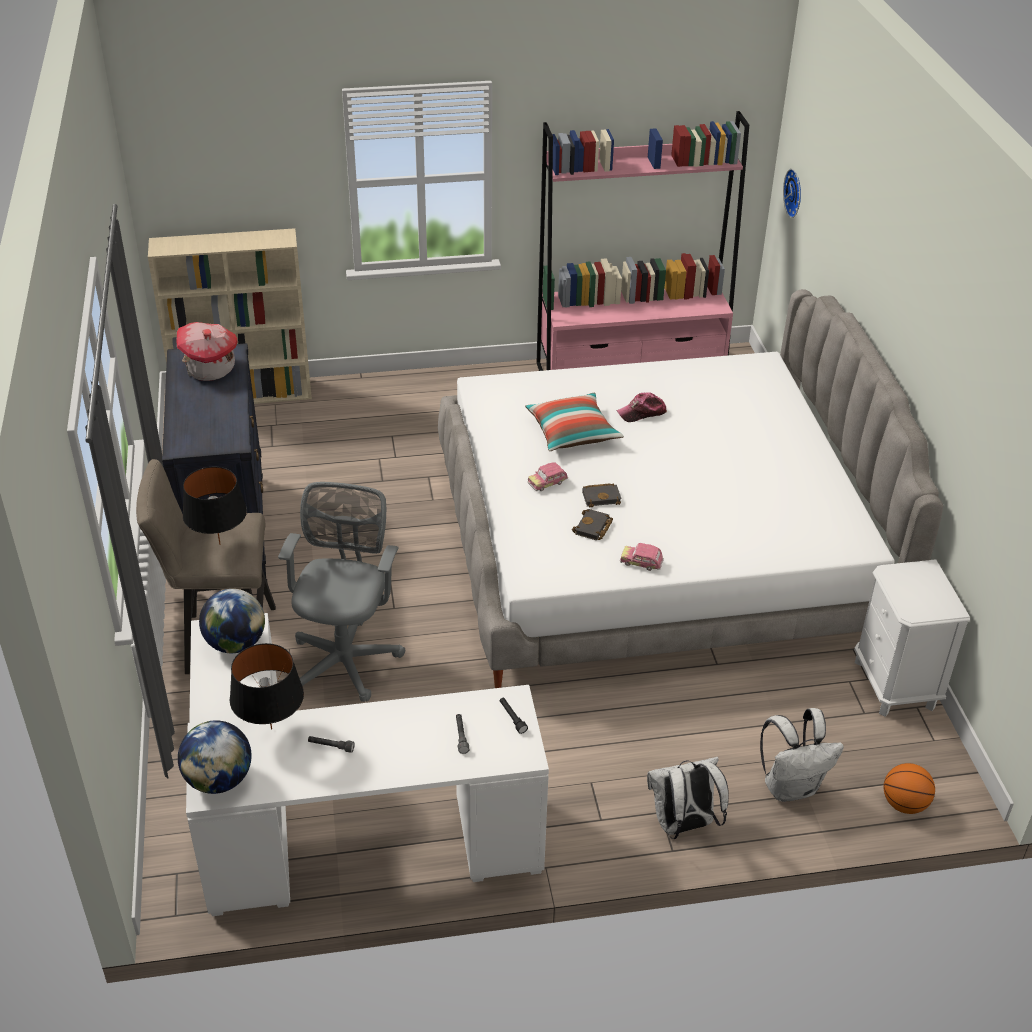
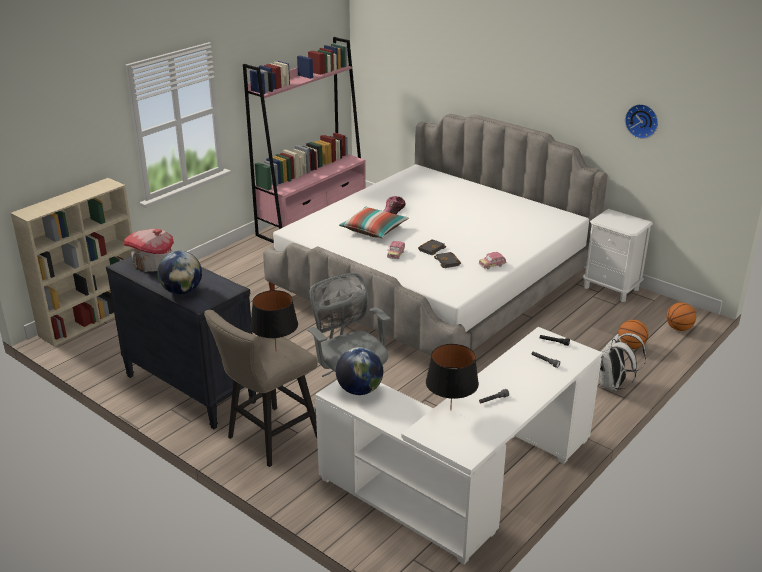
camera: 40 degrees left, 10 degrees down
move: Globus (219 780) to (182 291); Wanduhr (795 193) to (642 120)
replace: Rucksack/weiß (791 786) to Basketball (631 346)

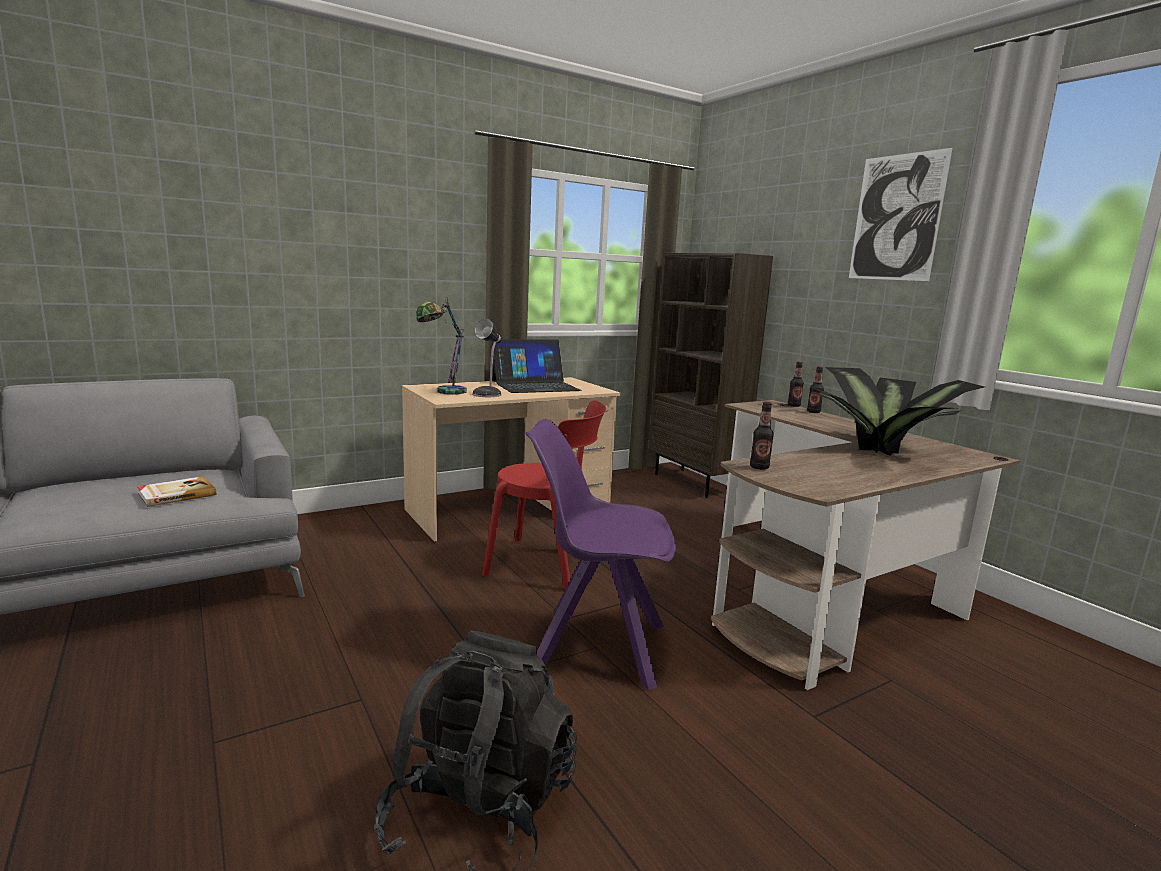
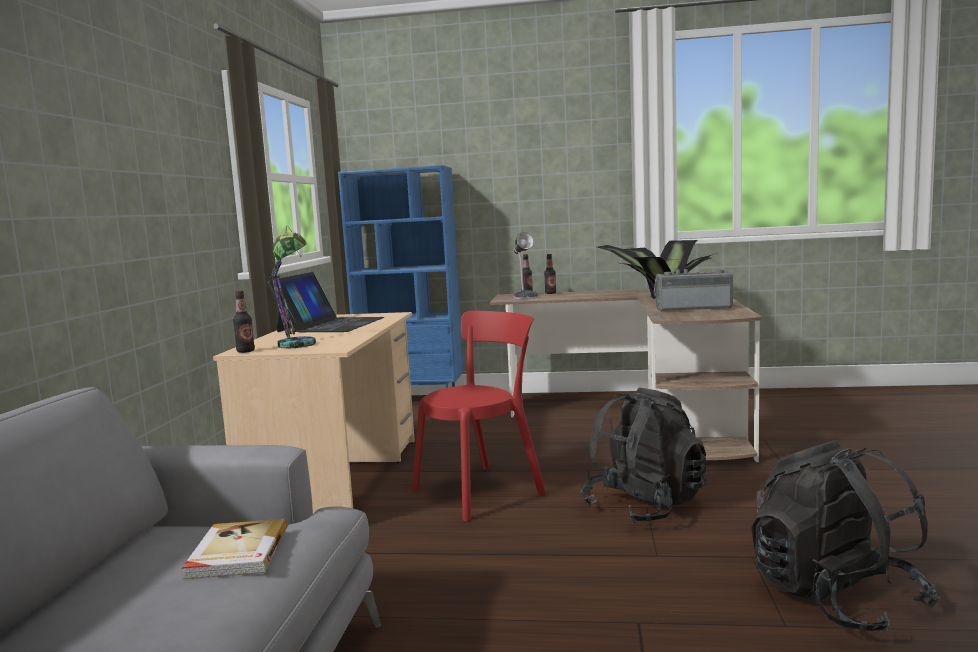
camera: 50 degrees left, 5 degrees down
delete: Bild (896 218)
insert: Radio (693 308)
move: Tischlampe (488 394) to (525 297); Flasche (759 467) to (245 351)
replace: Stuhl/lila (595 646) to Rucksack/schwarz (644 506)
recolor: Bücherregal/braun (695 483) to Bücherregal/blau (413 401)

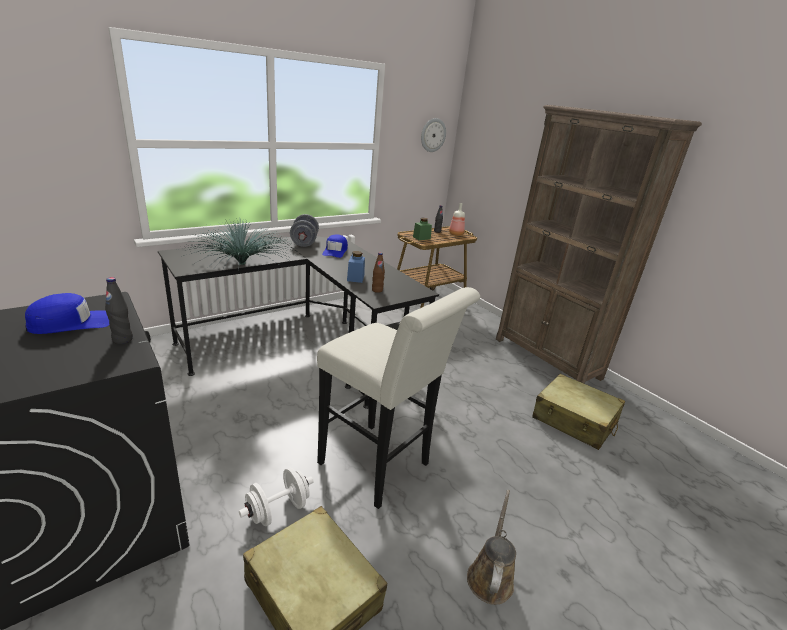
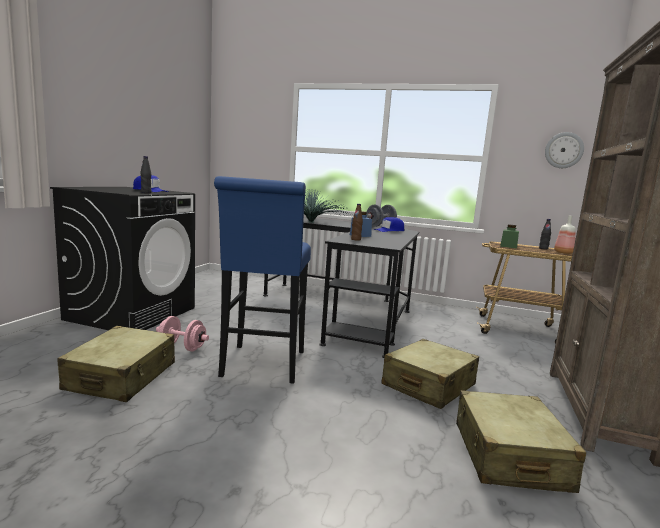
camera: 55 degrees right, 15 degrees down
delete: Gießkanne/braun (490 576)
insert: Koffer/beige (428 385)
recolor: Hantel/weiß (278 510) to Hantel/rosa (182 347); Hocker/weiß (380 467) to Hocker/blau (262 367)

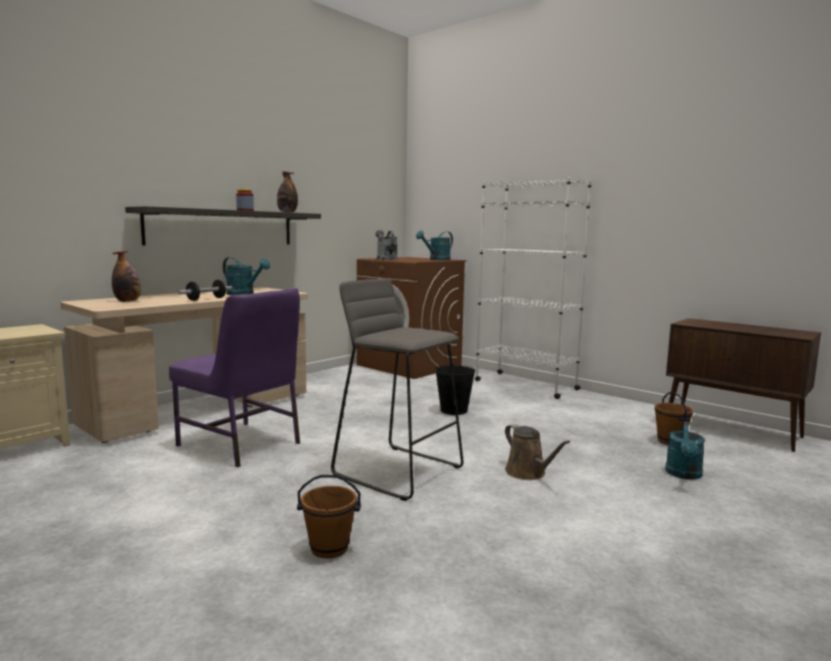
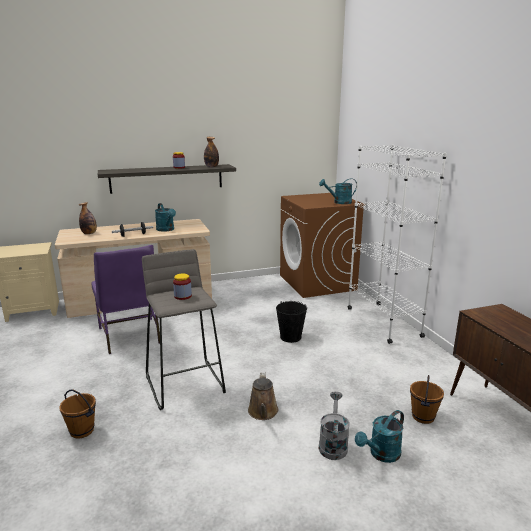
camera: 30 degrees right, 10 degrees up
insert: Vorratsglas (183 296)
move: Gießkanne/grau (385 259) to (333 444)

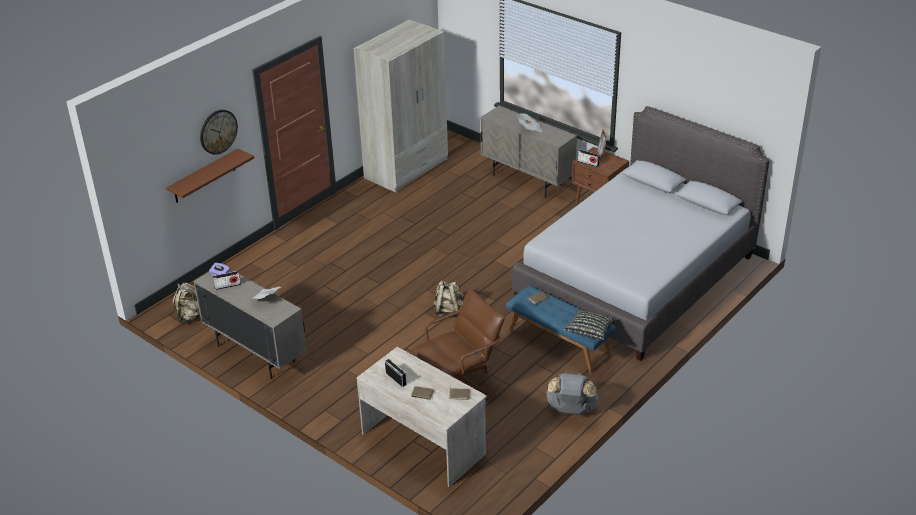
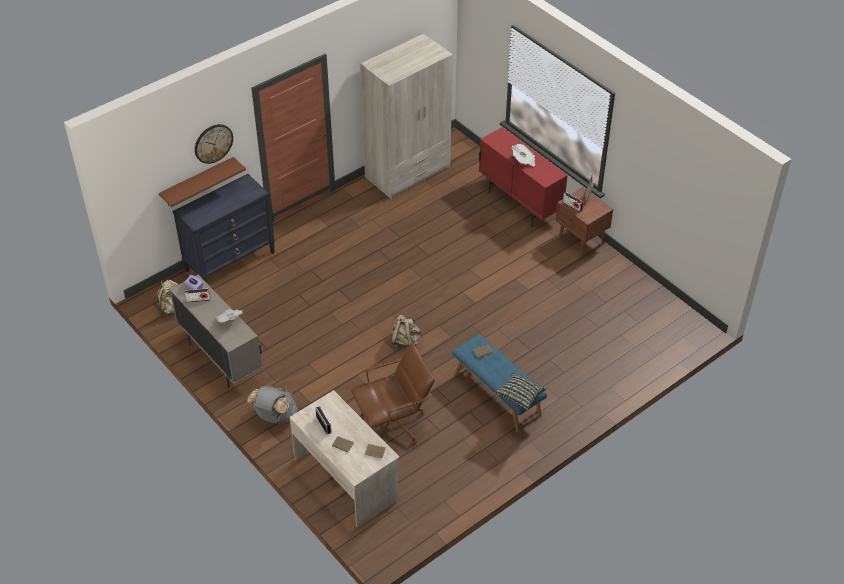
camera: 10 degrees right, 10 degrees up
delete: Bett/grau (636 278)
insert: Kommode/schwarz (230 261)
move: Rucksack/grau (571 410) to (275 416)
recolor: Schrank/beige (527 180) to Schrank/rot (519 204)

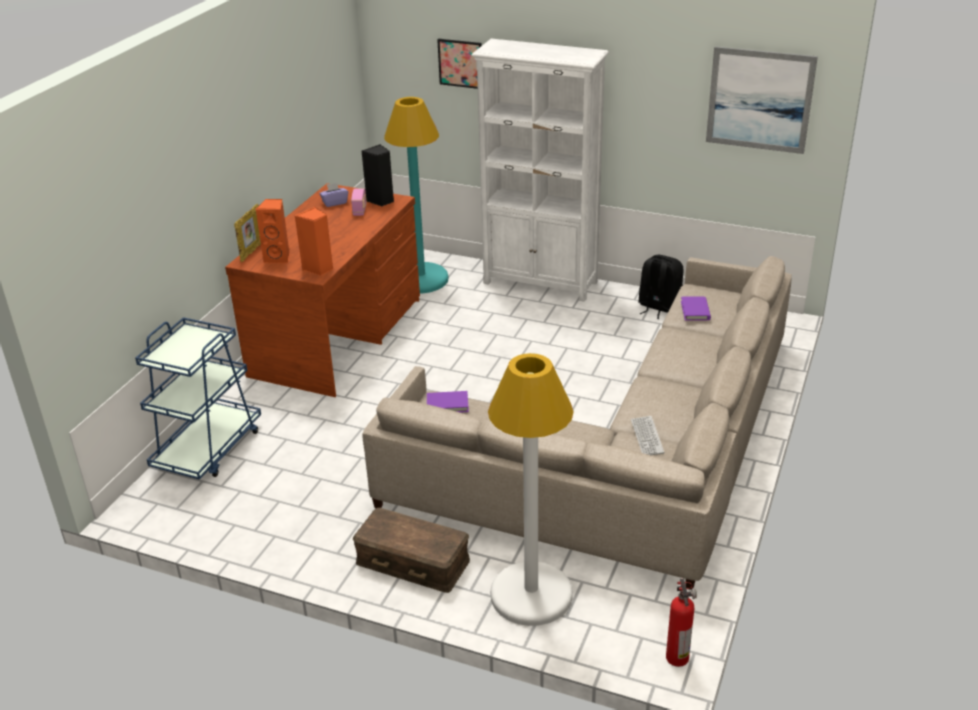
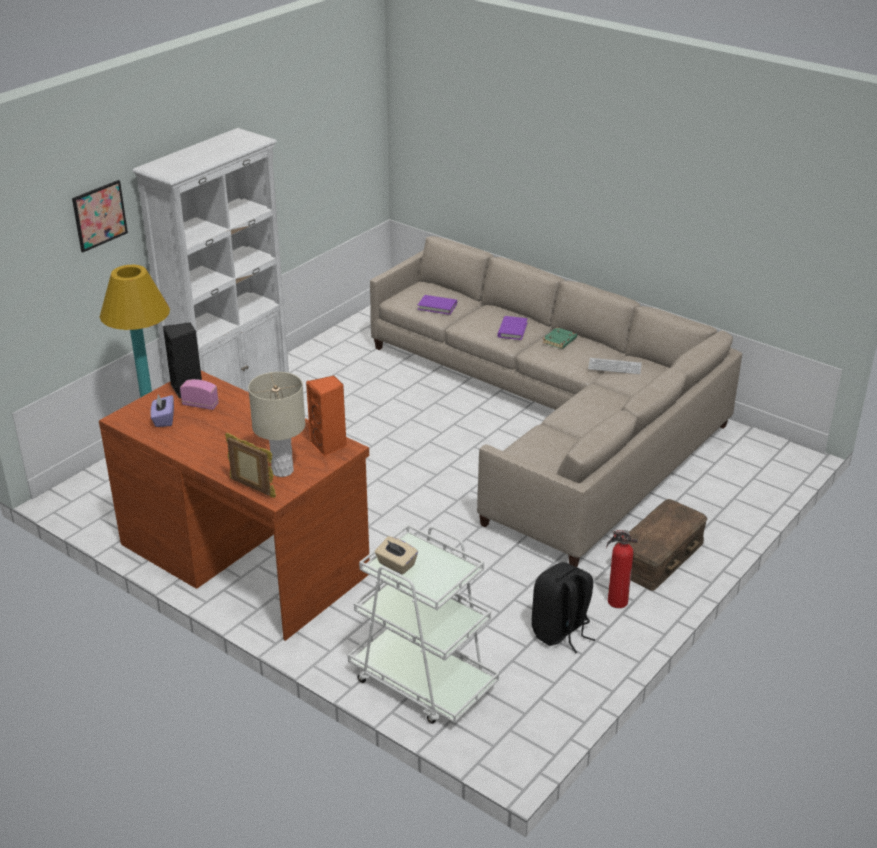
camera: 75 degrees left, 0 degrees up
delete: Stehlampe/weiß (531 594); Bild (759 100)
insert: Taschentuchbox/beige (396 565); Buch/grün (559 341)
move: Buch/lila (447 404) to (512 330); Rucksack/schwarz (658 307) to (561 632); Feuerlöscher (677 656) to (616 601)
replace: Lautsprecher/orange (279 258) to Tischlampe/beige (282 470)
recolor: Rollwagen/blau (208 449) to Rollwagen/weiß (422 681)

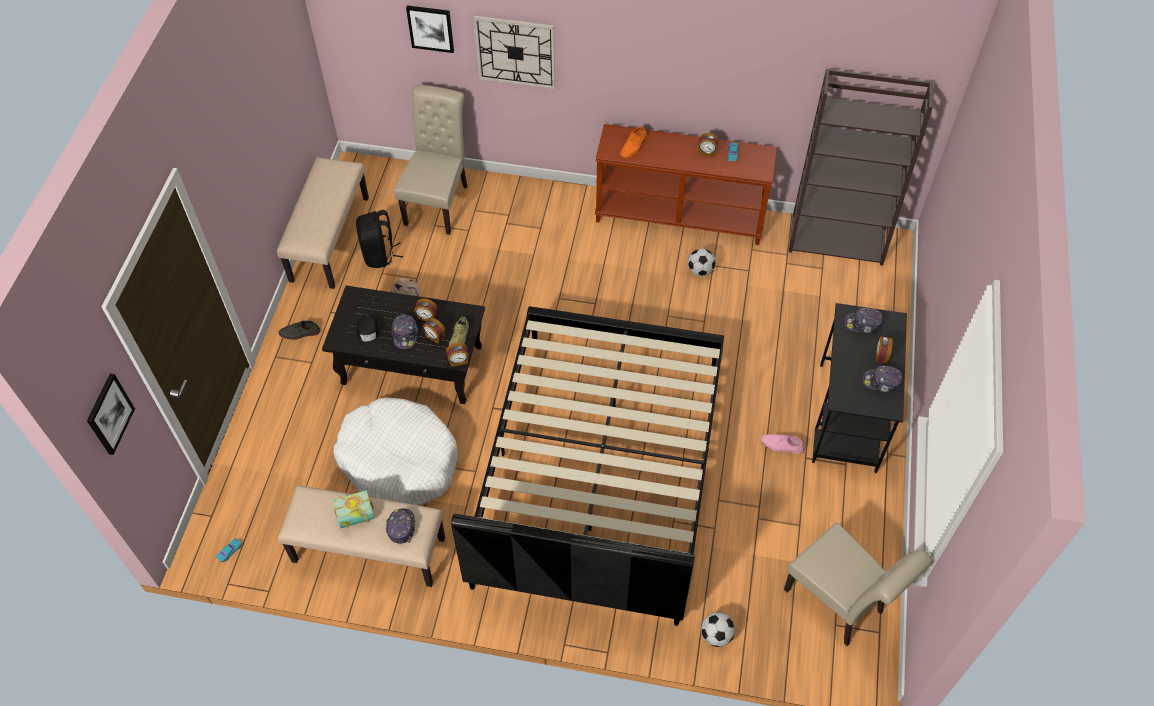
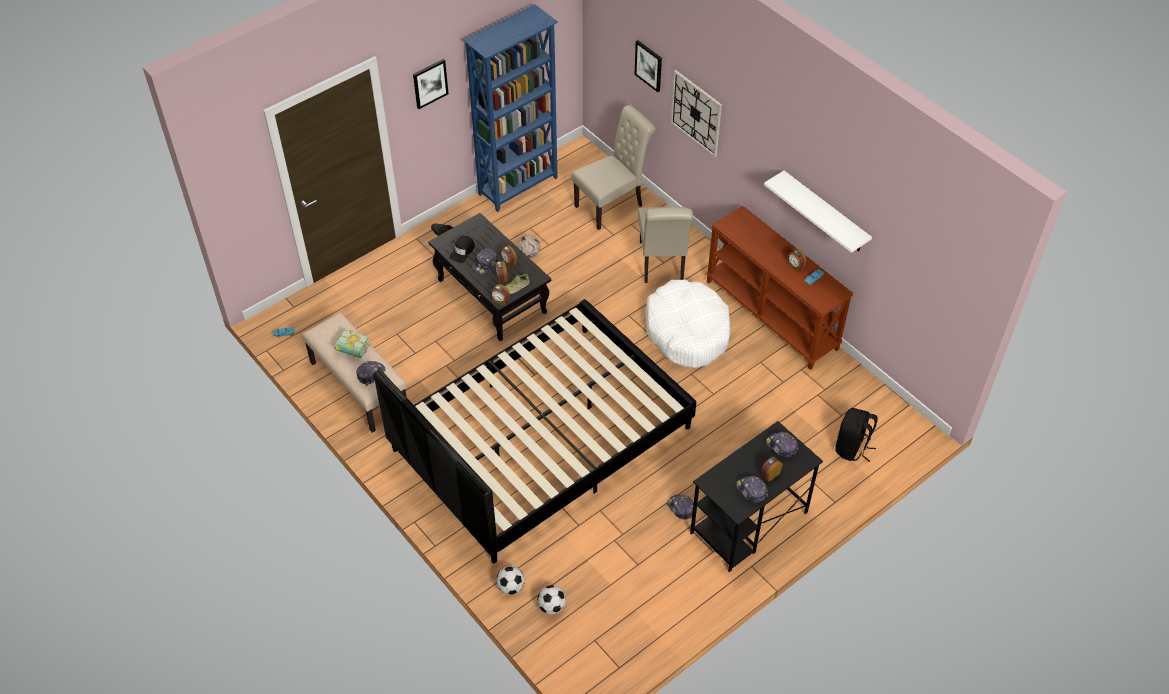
camera: 40 degrees right, 5 degrees down
delete: Schuh/orange (633 146); Bücherregal/braun (838 239)
insert: Wandregal/weiß (825 213)
move: Bild (109 414) to (430 83); Hundebett/weiß (399 459) to (687 331); Rucksack/schwarz (379 255) to (852 448); Fußball (700 271) to (551 606); Stuhl/beige (839 604) to (662 264)
replace: Bank/beige (329 238) to Bücherregal/blau (519 186); Schuh/rosa (782 445) to Kappe (681 508)

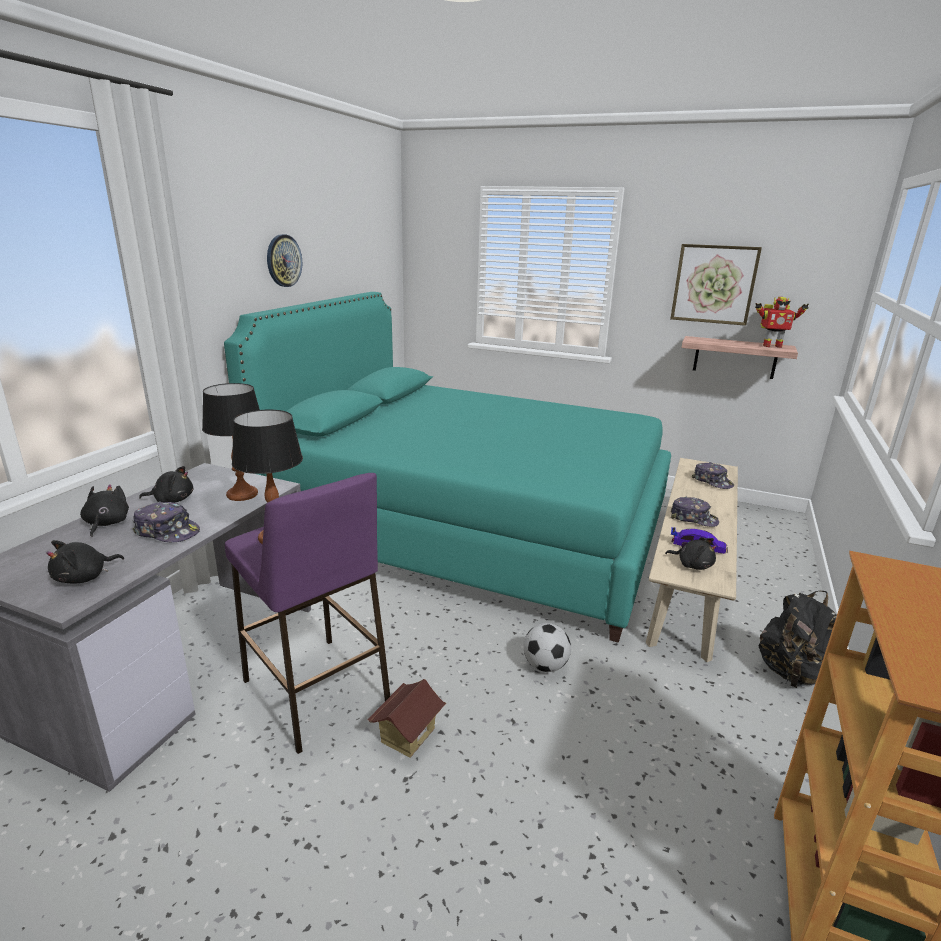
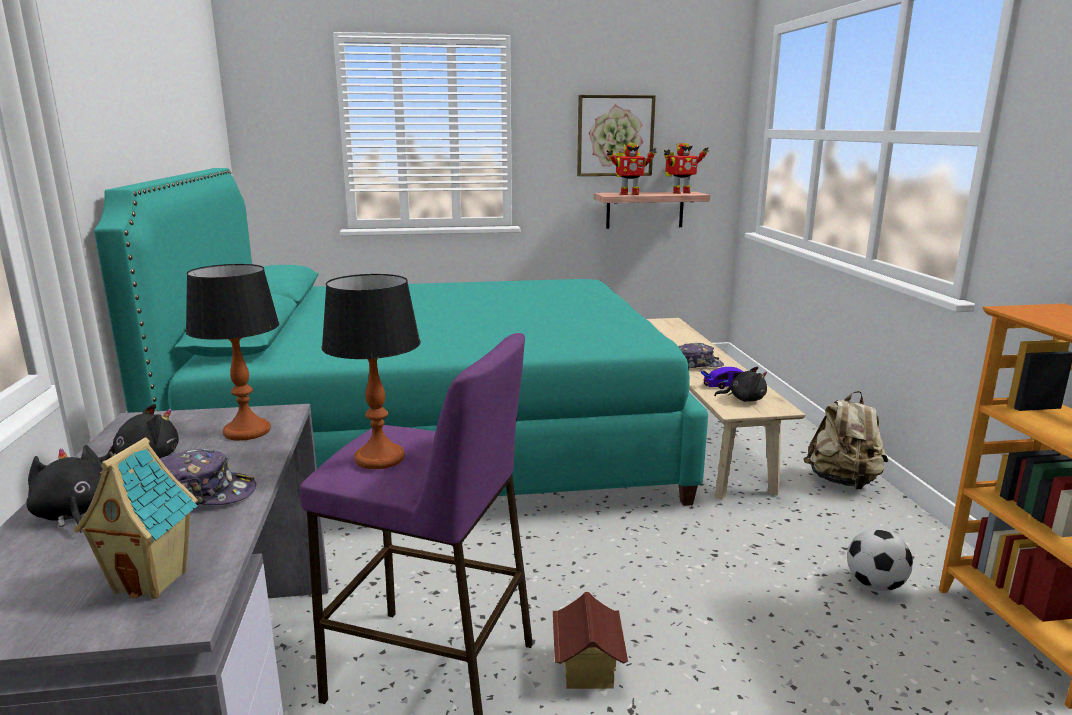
camera: 30 degrees left, 5 degrees down
delete: Wanduhr (283 260); Kappe (712 482)
insert: Spielzeugroboter (629 194)
move: Fußball (545 666) to (875 585)
replace: Plüschtier/schwarz (84 577) to Spielzeughaus (153 581)
recolor: Rucksack/schwarz (792 673) to Rucksack/beige (843 481)

